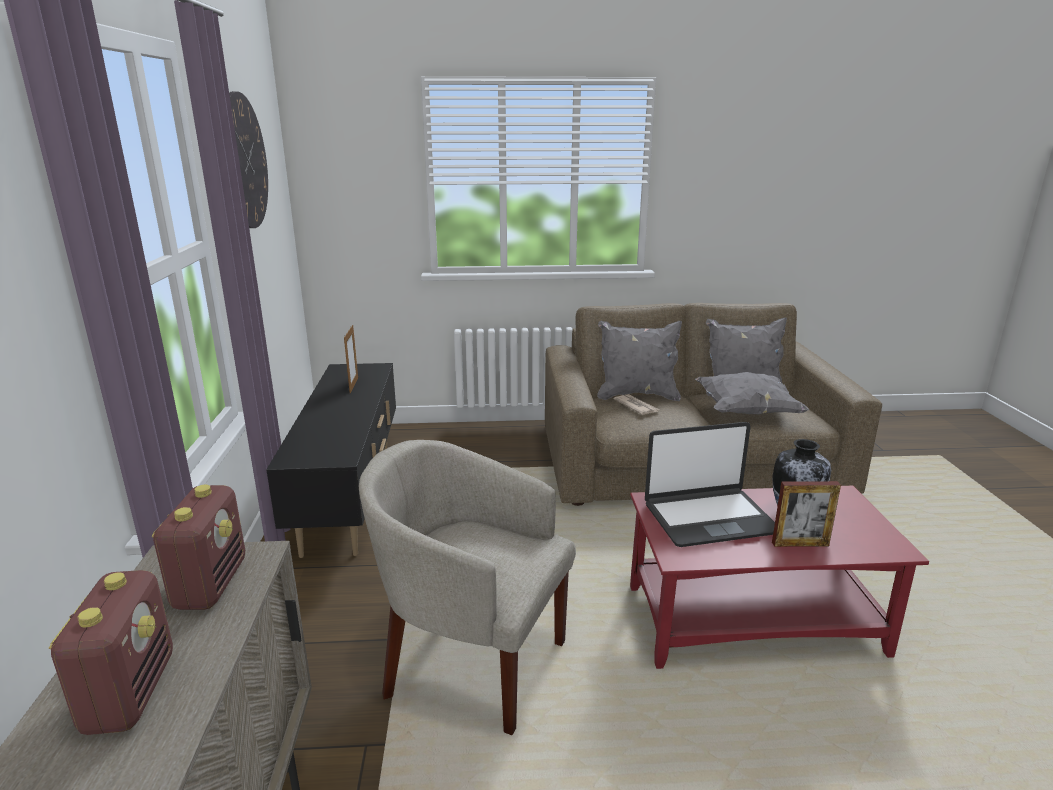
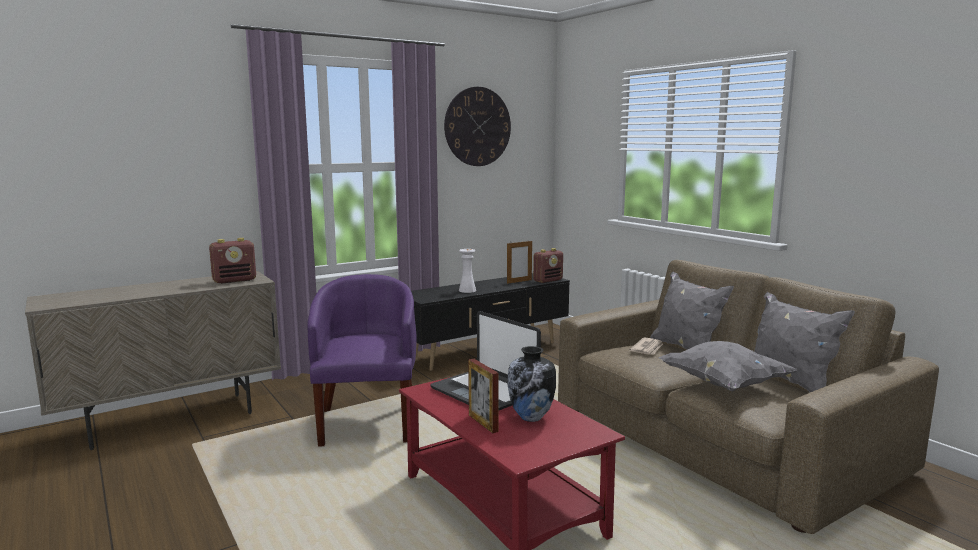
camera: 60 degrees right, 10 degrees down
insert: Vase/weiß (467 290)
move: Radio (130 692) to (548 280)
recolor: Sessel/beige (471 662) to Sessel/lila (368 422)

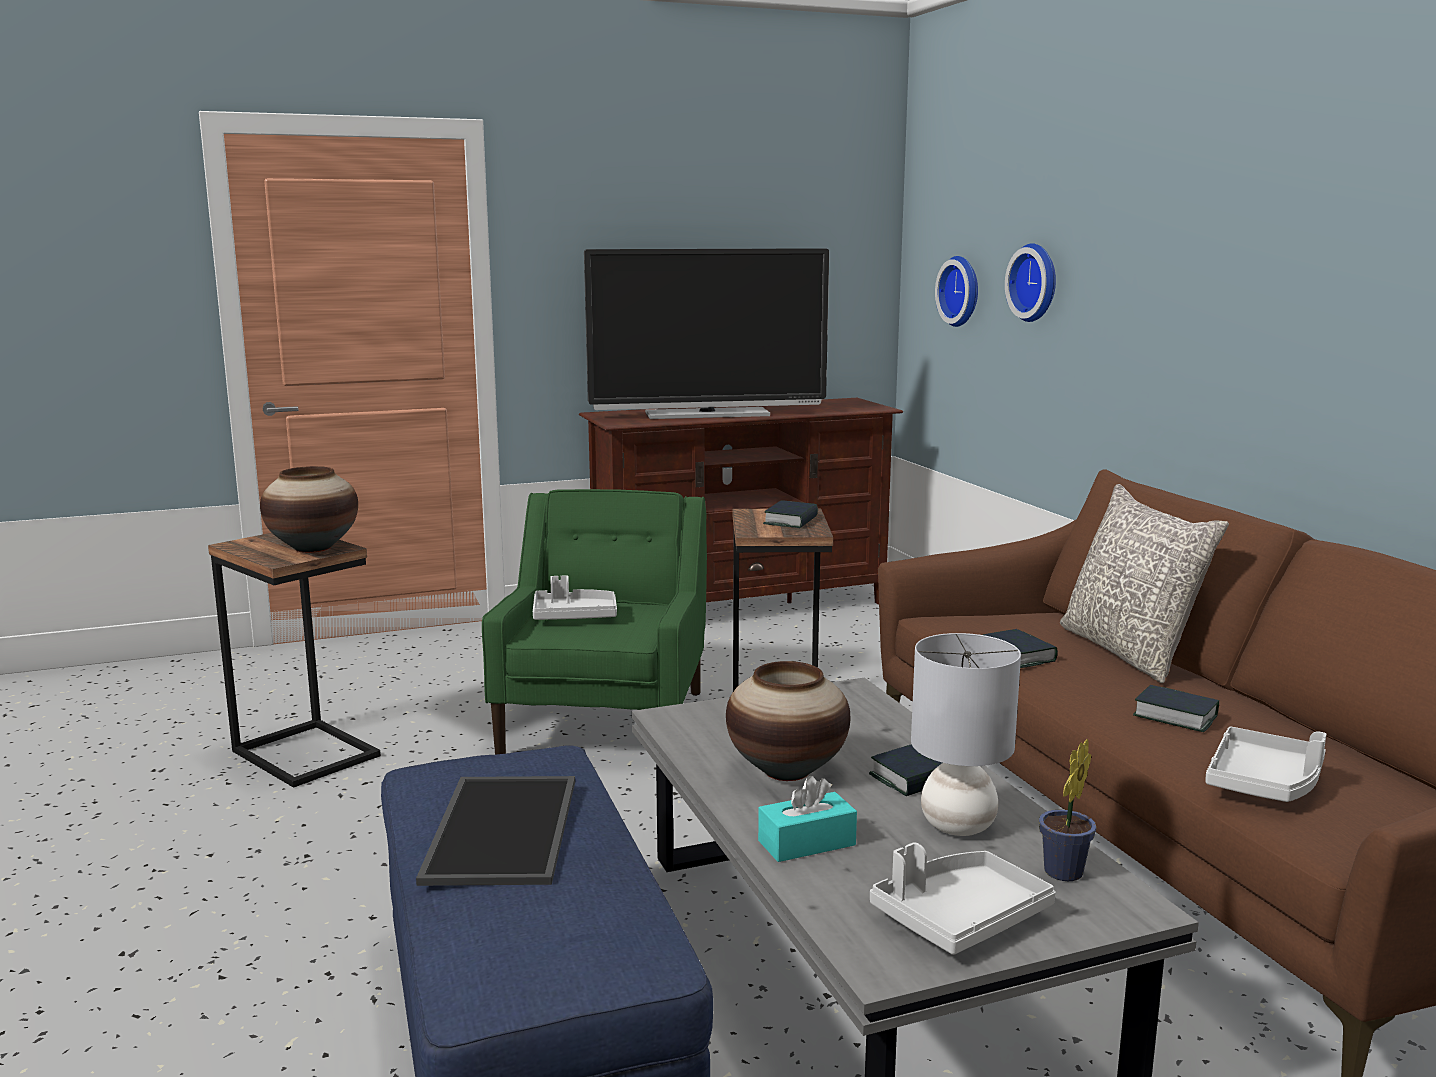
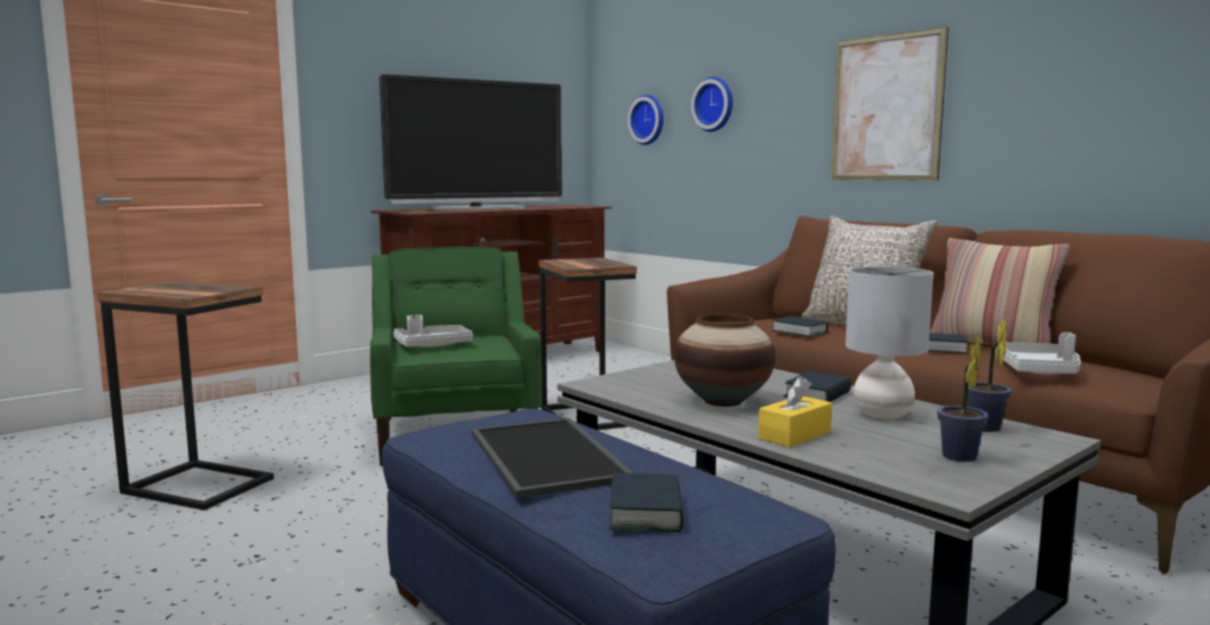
camera: 20 degrees left, 5 degrees down
delete: Vase (313 548)
insert: Bild (886 108); Kissen (991 347)
move: Buch (791 521) to (646 512)
replace: Tablett/grau (959 917) to Topfpflanze (958 458)
recolor: Taschentuchbox/türkis (806 843) to Taschentuchbox/gelb (794 435)

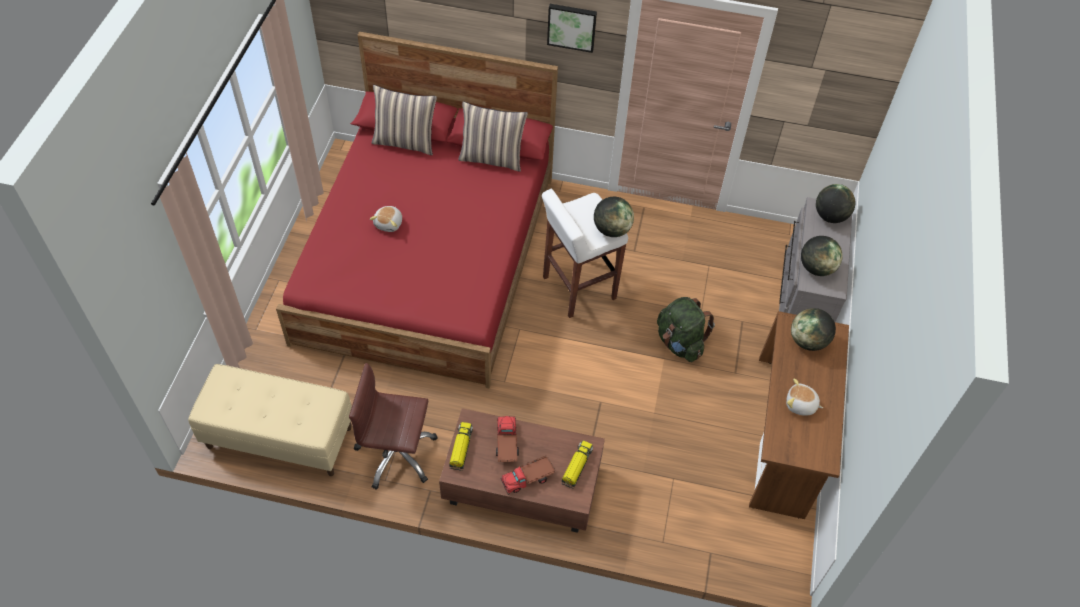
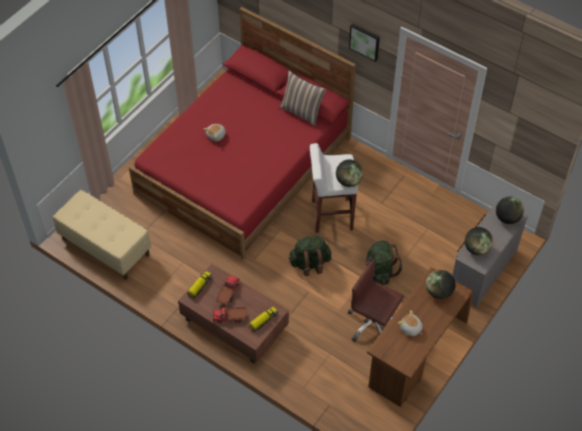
camera: 25 degrees right, 0 degrees up
delete: Kissen (405 142)
insert: Rucksack/grün (310 263)
move: Bürostuhl/braun (396 454) to (373 324)

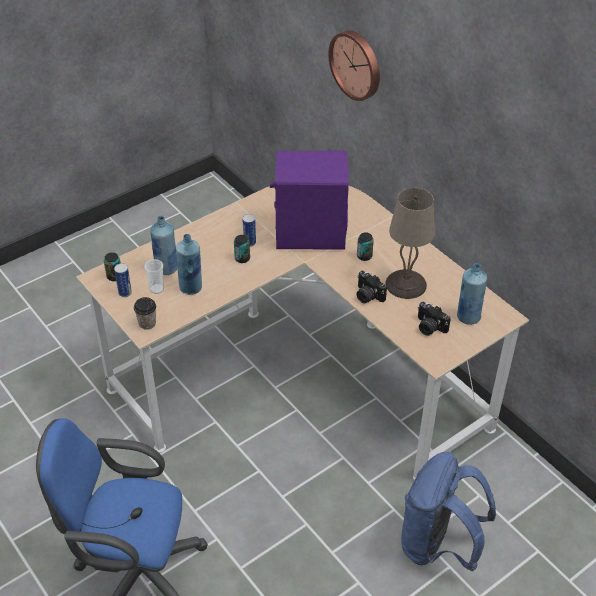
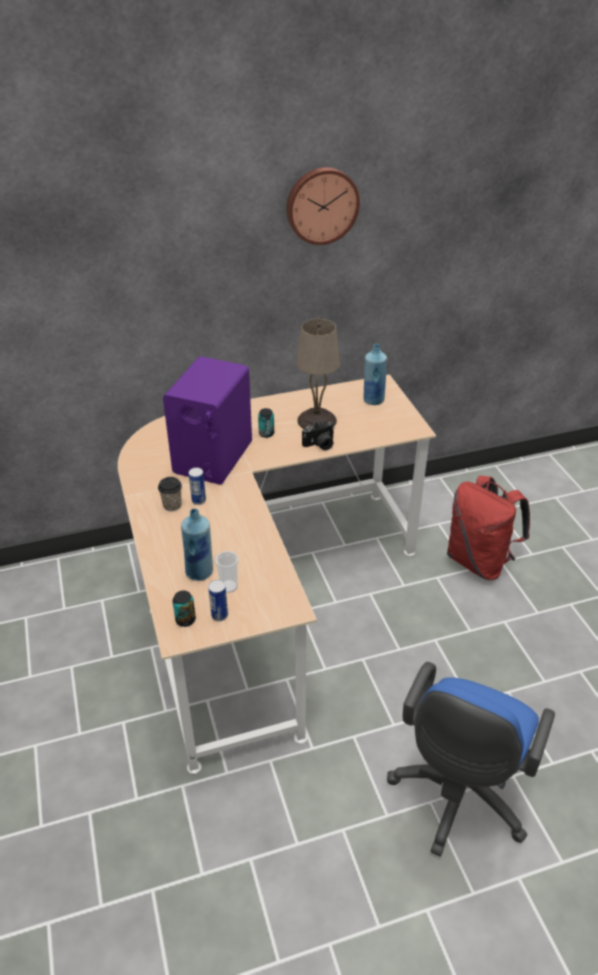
camera: 70 degrees left, 5 degrees down
delete: Flasche/blau (191 288); Dose (242 258); Kamera (429 327)
move: Tasse (147 323) to (172 505); Wanduhr (357 64) to (321 205)
recolor: Rucksack/blau (438 545) to Rucksack/rot (479 561)

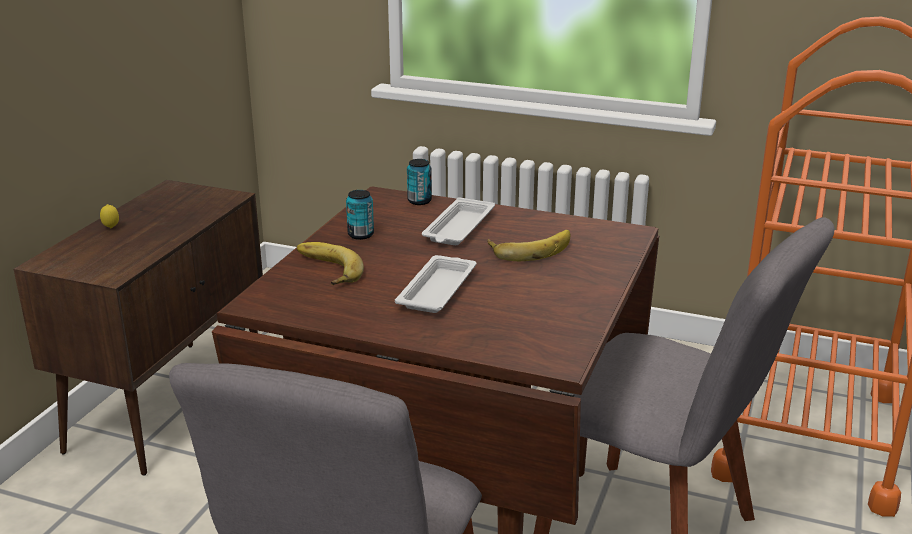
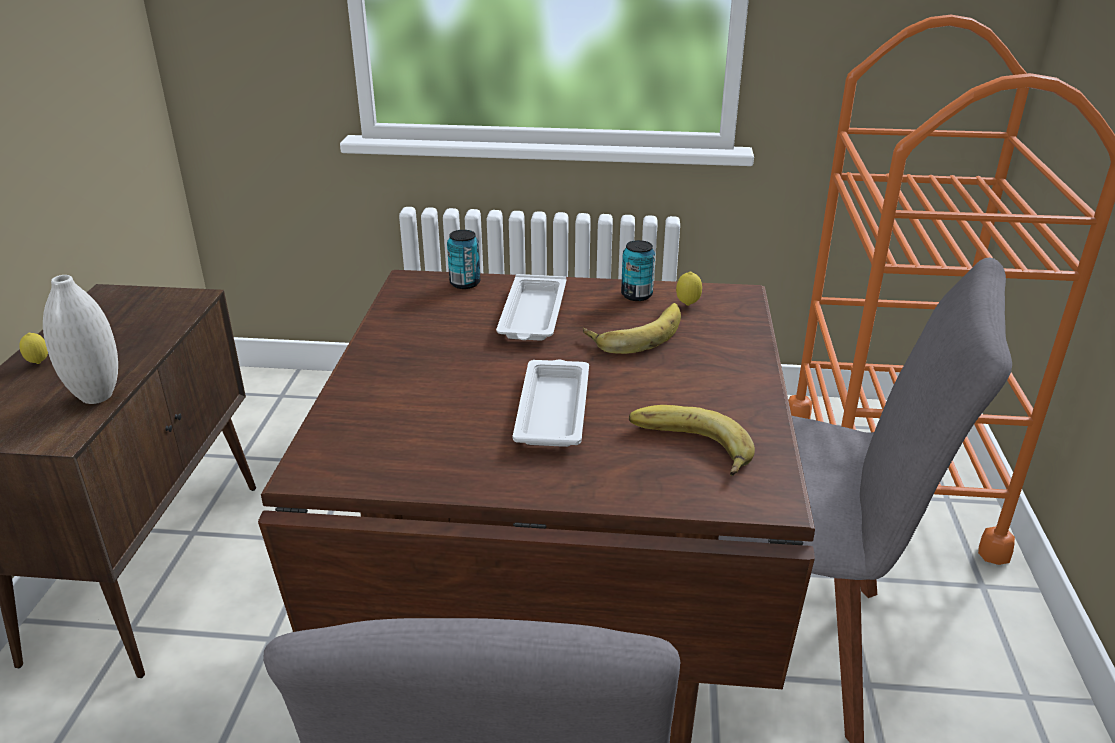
camera: 15 degrees left, 5 degrees up
insert: Vase/weiß (97 396); Zitrone (687 305)
move: Banane (325 270) to (688 448); Dose (360 235) to (636 295)

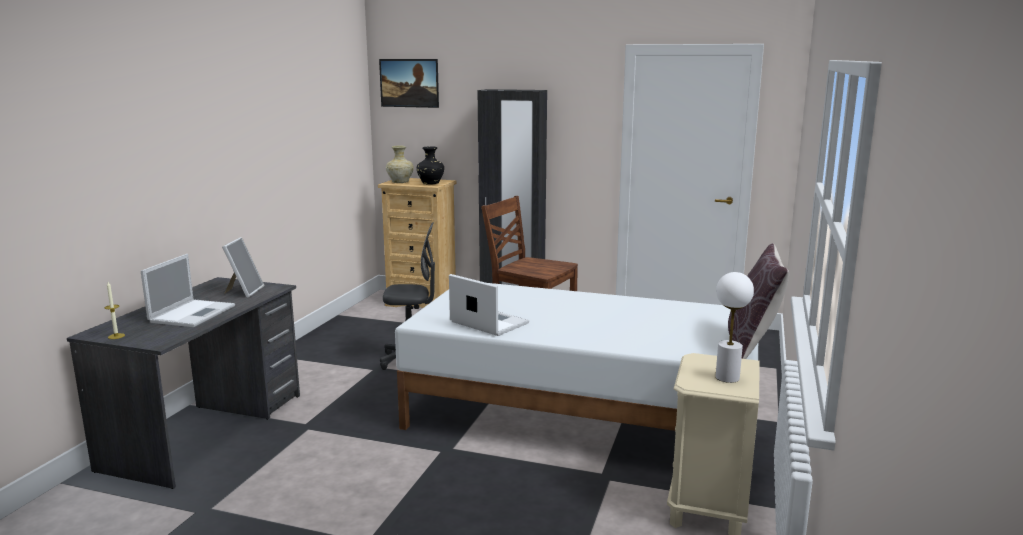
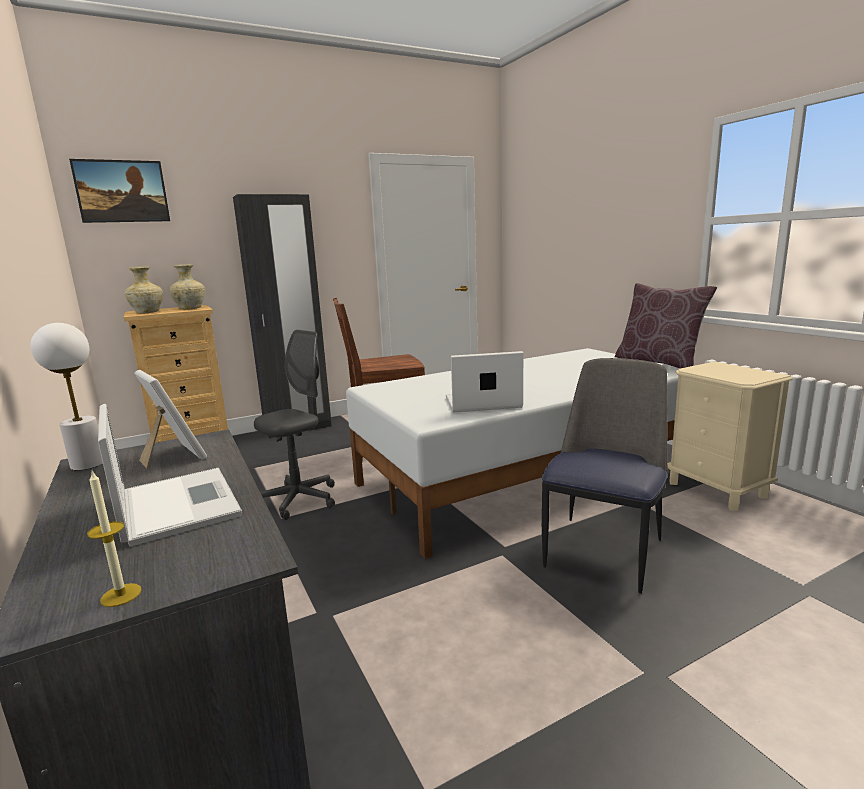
camera: 45 degrees left, 0 degrees up
insert: Stuhl (604 550)
move: Tischlampe/weiß (727 377) to (87 464)
recolor: Vase/schwarz (431 183) to Vase/beige (190 308)

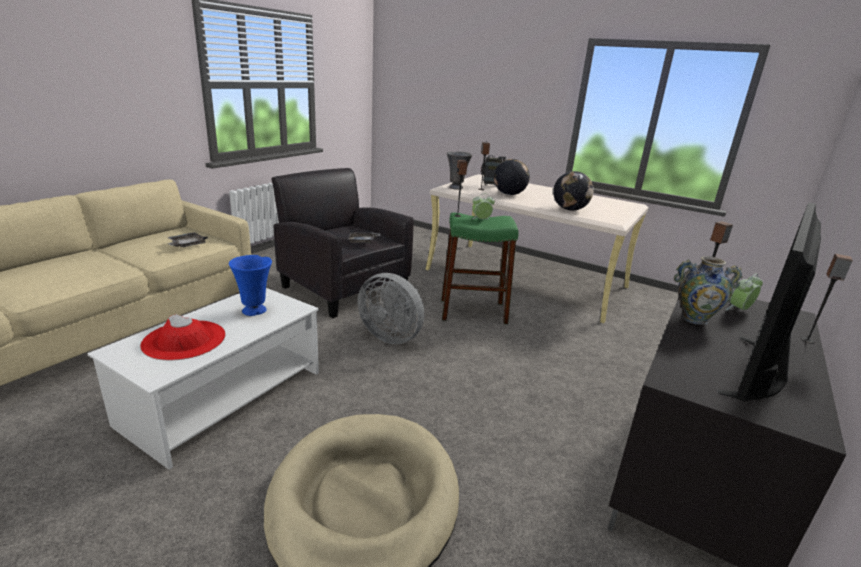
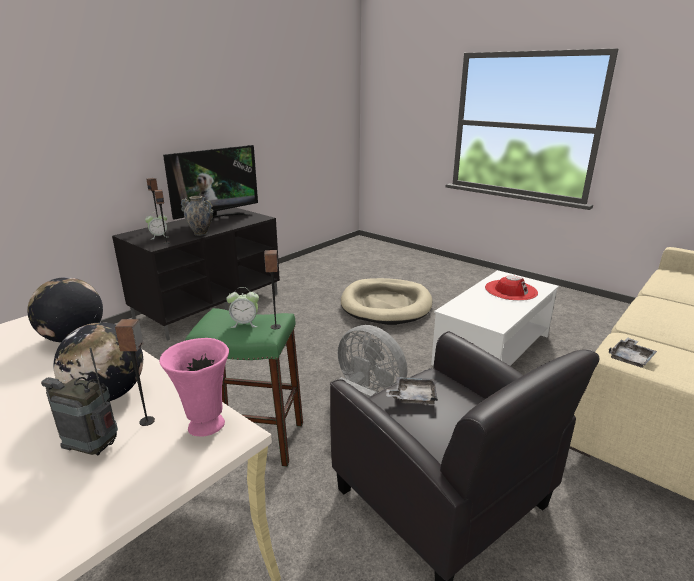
camera: 170 degrees left, 0 degrees up
delete: Vase/blau (255 311)
recolor: Vase/grau (456 188) to Vase/rosa (204 426)

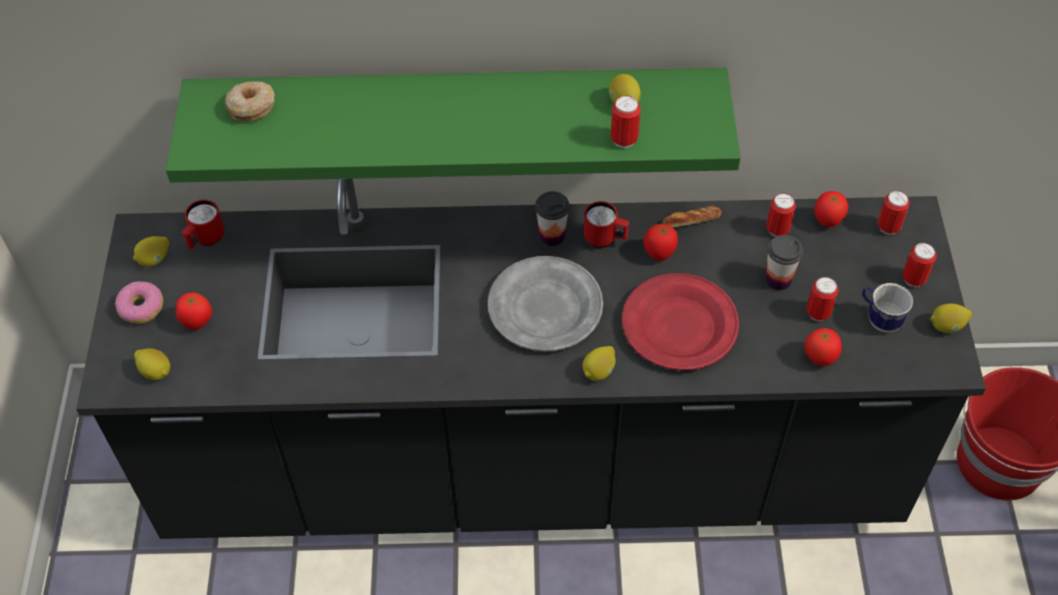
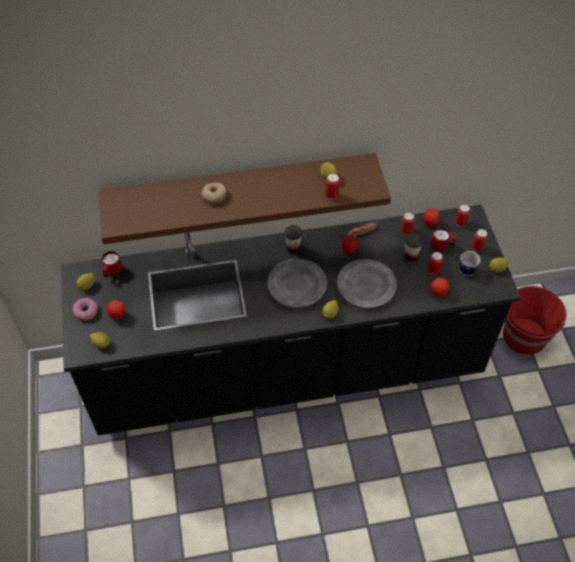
camera: 10 degrees left, 0 degrees up
move: Donut (251 106) to (214 196); Henkelbecher/rot (605 239) to (441 246)
recolor: Wandregal/grün (457 107) to Wandregal/braun (240 188); Teller/rot (679 326) to Teller/grau (366 286)

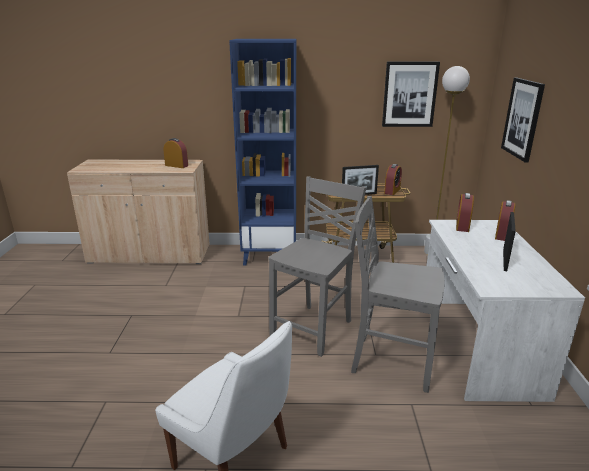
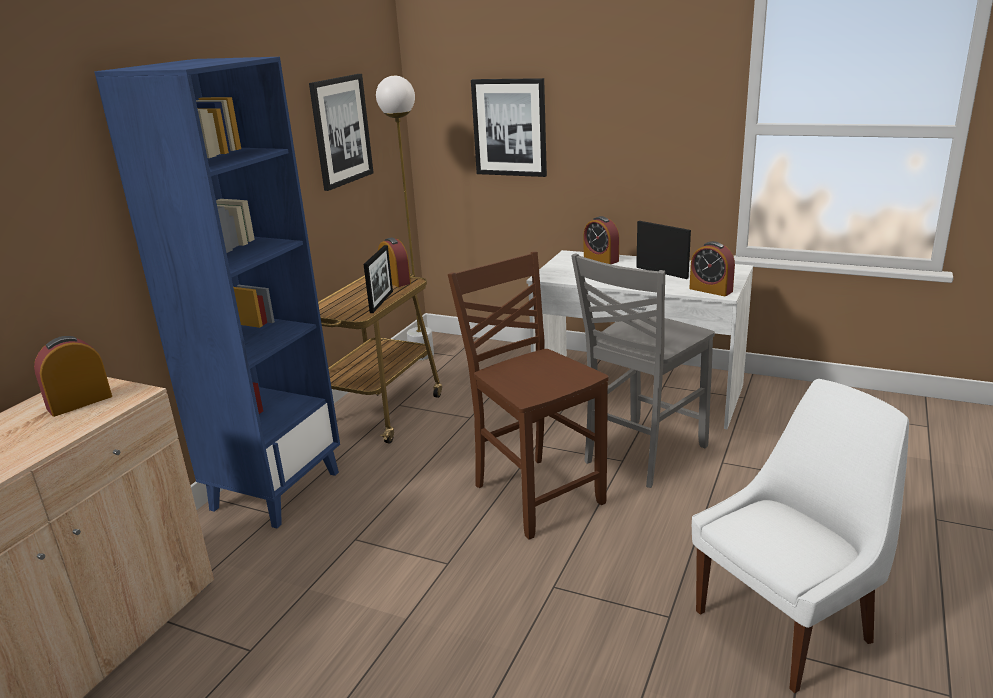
camera: 65 degrees left, 0 degrees up
move: Wecker (462 226) to (711 290)
recolor: Stuhl/grau (314 328) to Stuhl/braun (536 494)

